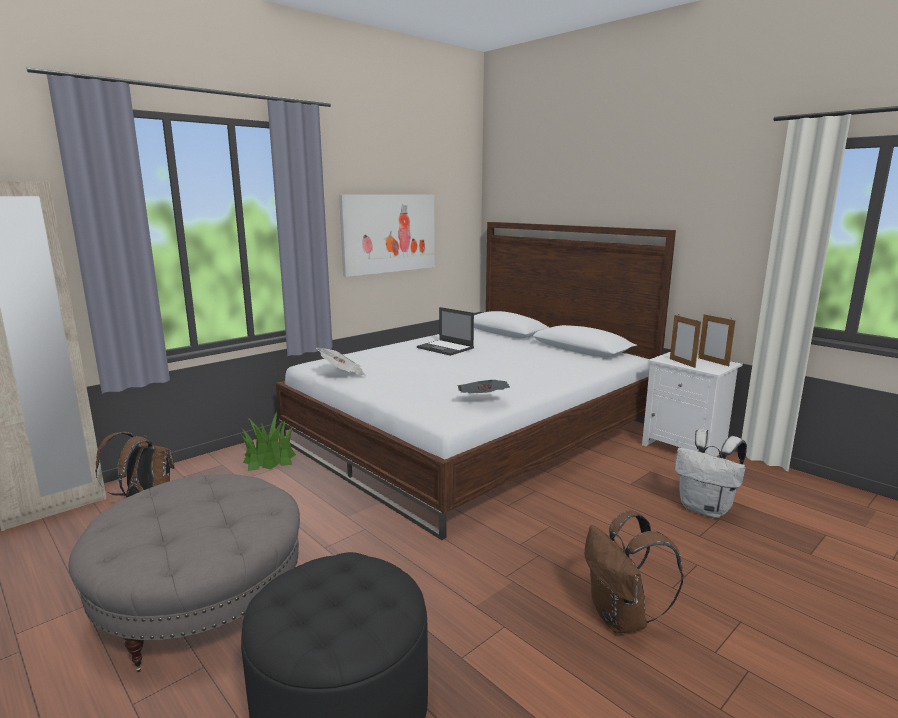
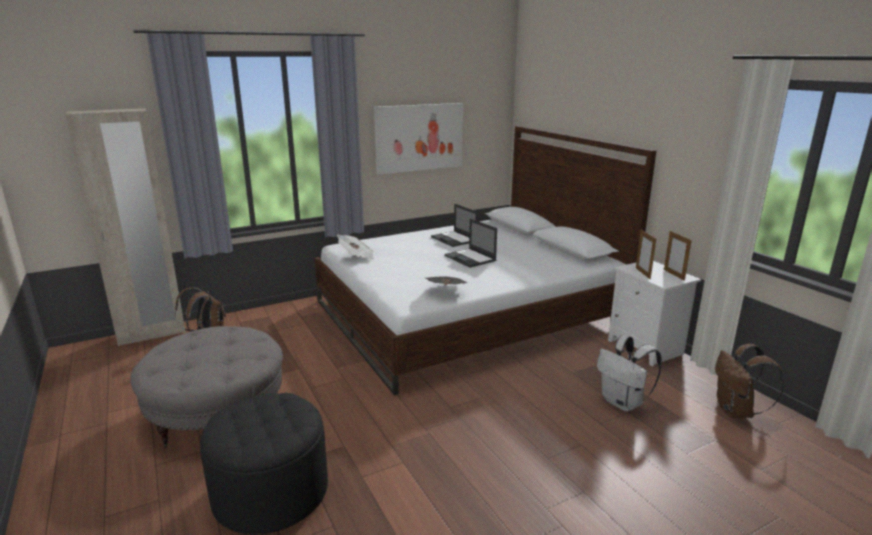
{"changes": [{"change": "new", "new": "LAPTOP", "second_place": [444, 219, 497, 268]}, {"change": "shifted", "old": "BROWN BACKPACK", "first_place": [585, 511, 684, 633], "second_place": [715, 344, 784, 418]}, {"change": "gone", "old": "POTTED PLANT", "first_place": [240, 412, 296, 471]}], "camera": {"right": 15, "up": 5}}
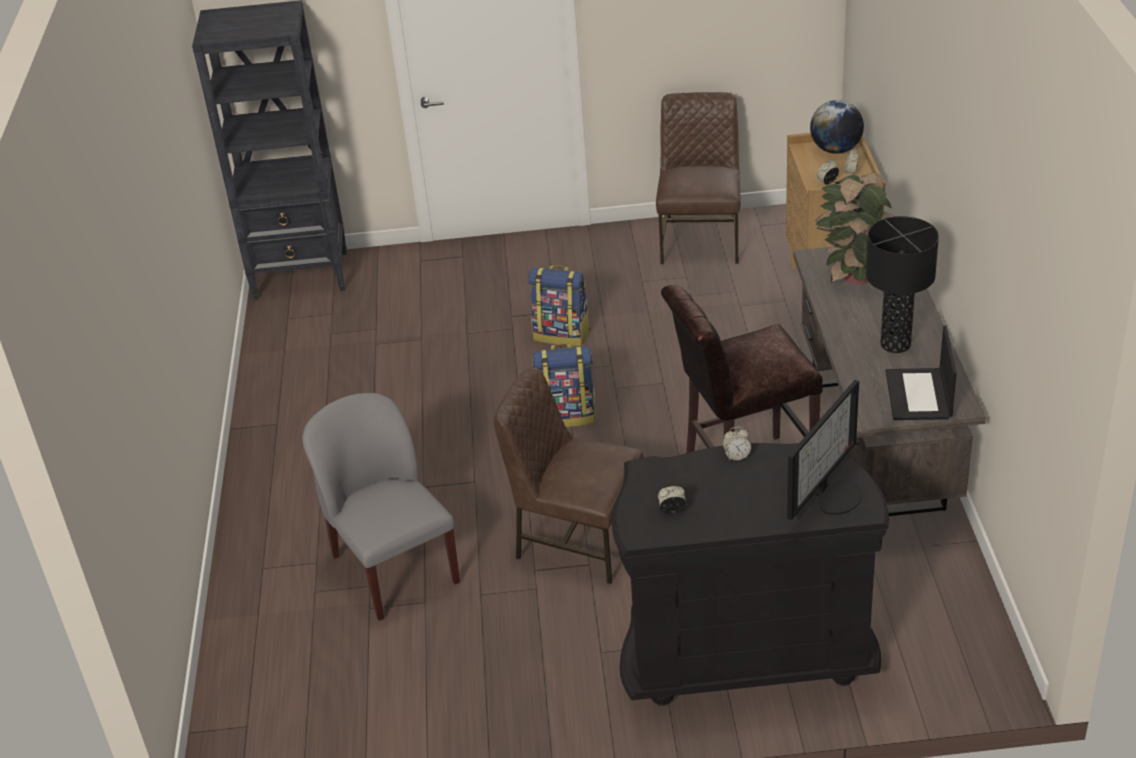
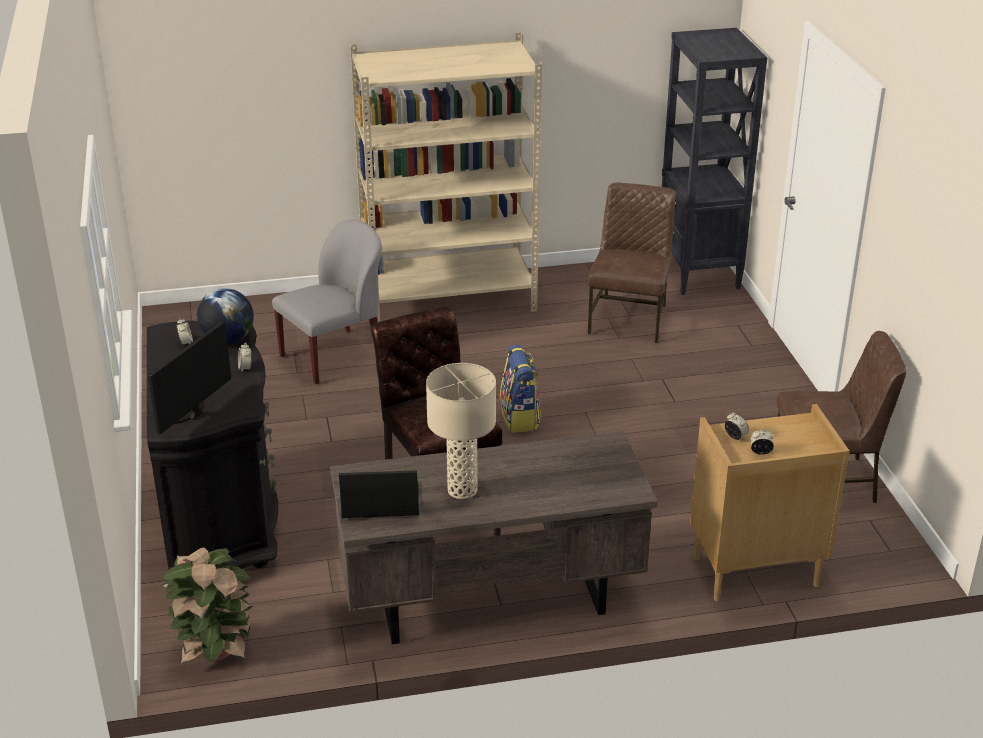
{"changes": [{"change": "rotated", "old": "MONITOR", "first_place": [787, 380, 862, 520], "second_place": [148, 321, 231, 435], "degrees": 90}, {"change": "shifted", "old": "POTTED PLANT", "first_place": [815, 172, 895, 285], "second_place": [161, 547, 253, 664]}, {"change": "shifted", "old": "GLOBE", "first_place": [810, 100, 864, 154], "second_place": [197, 288, 254, 344]}, {"change": "new", "new": "BEIGE BOOKCASE", "second_place": [350, 32, 542, 322]}, {"change": "repainted", "old": "BLACK TABLE LAMP", "new": "BEIGE TABLE LAMP", "first_place": [866, 216, 939, 353], "second_place": [426, 363, 496, 499]}, {"change": "shifted", "old": "BROWN CHAIR", "first_place": [494, 367, 644, 584], "second_place": [588, 182, 675, 343]}, {"change": "gone", "old": "BACKPACK", "first_place": [528, 265, 590, 346]}], "camera": {"right": 80, "up": -5}}
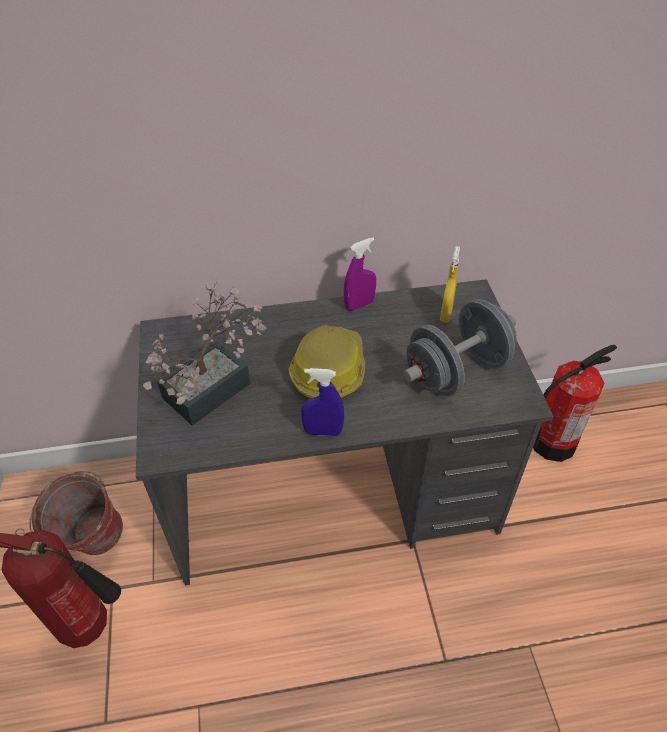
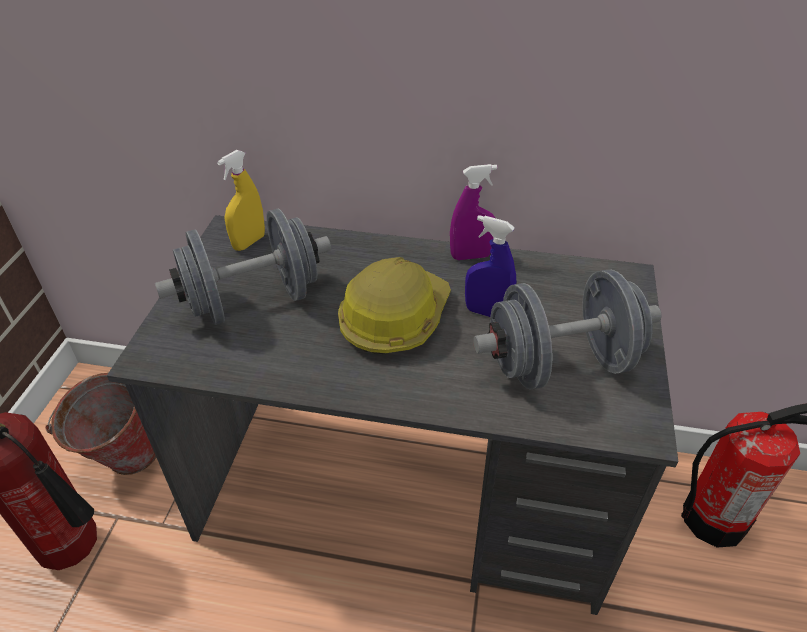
{"changes": [{"change": "swapped", "old": "POTTED PLANT", "new": "GREY DUMBBELL", "first_place": [143, 279, 267, 426], "second_place": [155, 209, 331, 325]}, {"change": "shifted", "old": "YELLOW SPRAY BOTTLE", "first_place": [440, 246, 460, 323], "second_place": [217, 150, 265, 251]}, {"change": "shifted", "old": "BLUE SPRAY BOTTLE", "first_place": [301, 368, 344, 436], "second_place": [465, 215, 516, 317]}], "camera": {"right": 20, "up": -5}}
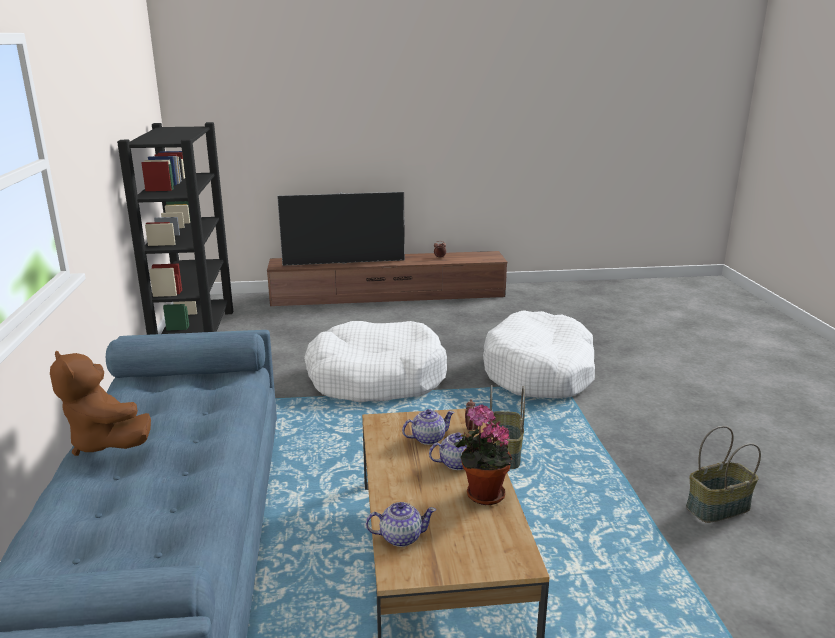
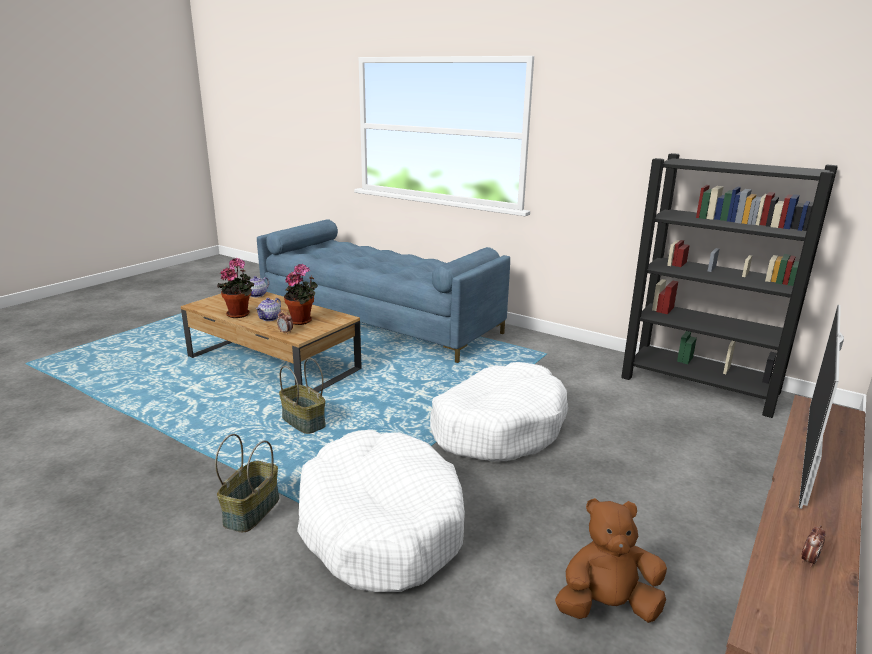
{"changes": [{"change": "shifted", "old": "BASKET", "first_place": [686, 426, 761, 523], "second_place": [215, 434, 279, 532]}, {"change": "swapped", "old": "TEAPOT", "new": "POTTED PLANT", "first_place": [402, 409, 455, 445], "second_place": [284, 264, 318, 325]}, {"change": "shifted", "old": "BROWN PLUSH TOY", "first_place": [50, 350, 151, 456], "second_place": [555, 498, 667, 623]}], "camera": {"right": 130, "up": 0}}
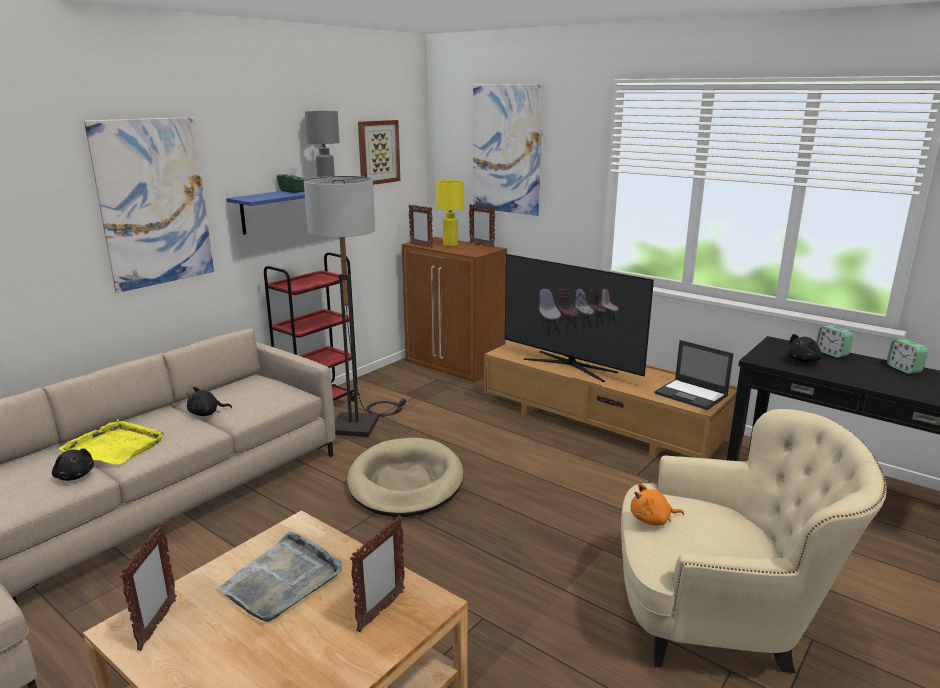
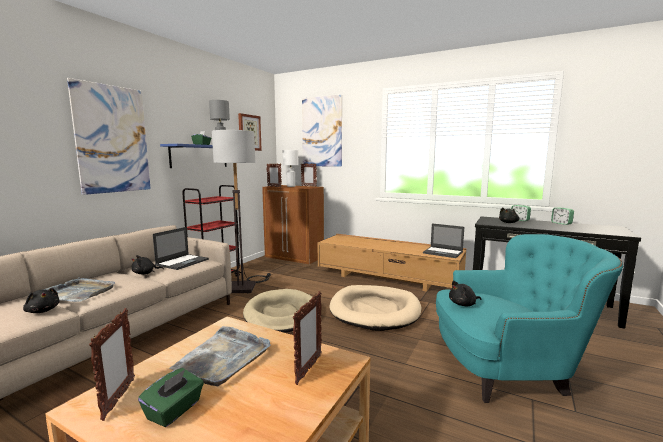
{"changes": [{"change": "repainted", "old": "YELLOW TRAY", "new": "GREY TRAY", "first_place": [59, 420, 164, 465], "second_place": [42, 277, 115, 302]}, {"change": "new", "new": "GREEN TISSUE BOX", "second_place": [138, 368, 204, 427]}, {"change": "new", "new": "LAPTOP", "second_place": [153, 227, 209, 270]}, {"change": "repainted", "old": "YELLOW TABLE LAMP", "new": "WHITE TABLE LAMP", "first_place": [436, 180, 464, 247], "second_place": [283, 150, 298, 187]}, {"change": "new", "new": "BEIGE DOG BED", "second_place": [329, 285, 421, 331]}, {"change": "repainted", "old": "BEIGE ARMCHAIR", "new": "TURQUOISE ARMCHAIR", "first_place": [621, 409, 887, 673], "second_place": [436, 234, 623, 403]}, {"change": "repainted", "old": "ORANGE PLUSH TOY", "new": "BLACK PLUSH TOY", "first_place": [631, 483, 684, 526], "second_place": [449, 281, 481, 306]}, {"change": "gone", "old": "TELEVISION", "first_place": [505, 254, 654, 382]}], "camera": {"right": -10, "up": -10}}
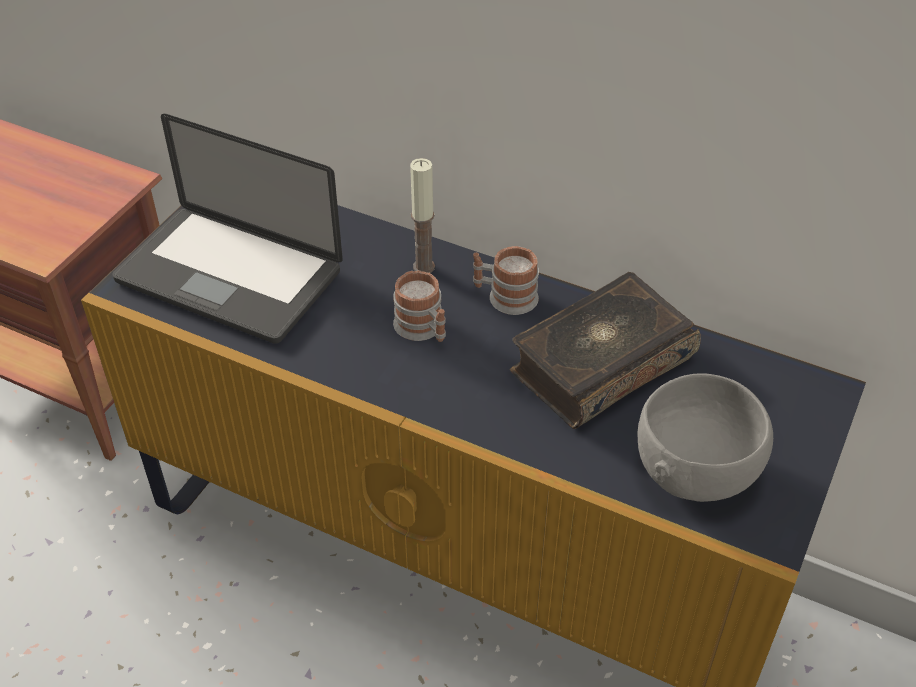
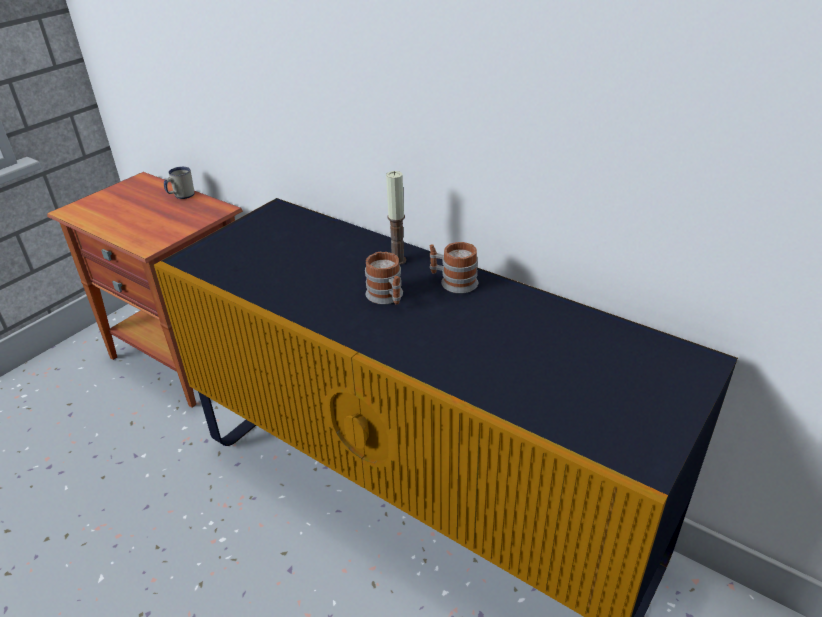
{"changes": [{"change": "new", "new": "WHITE MUG", "second_place": [164, 167, 195, 199]}, {"change": "gone", "old": "LAPTOP", "first_place": [112, 114, 343, 344]}, {"change": "gone", "old": "BOOK", "first_place": [510, 272, 701, 429]}, {"change": "gone", "old": "GREY BOWL", "first_place": [637, 373, 773, 502]}], "camera": {"right": 10, "up": -10}}
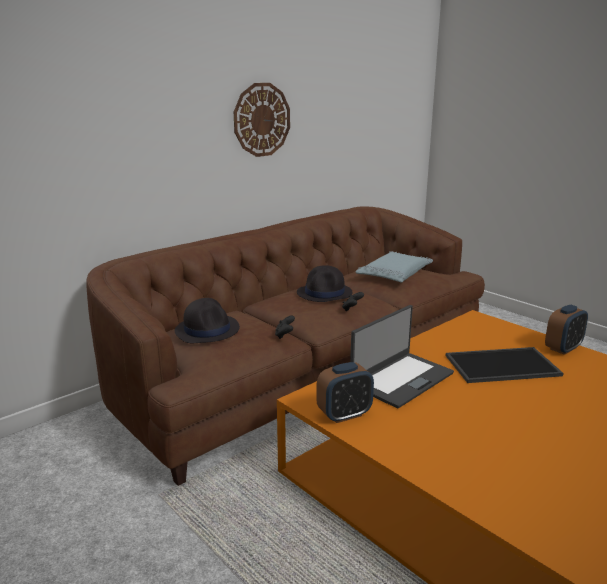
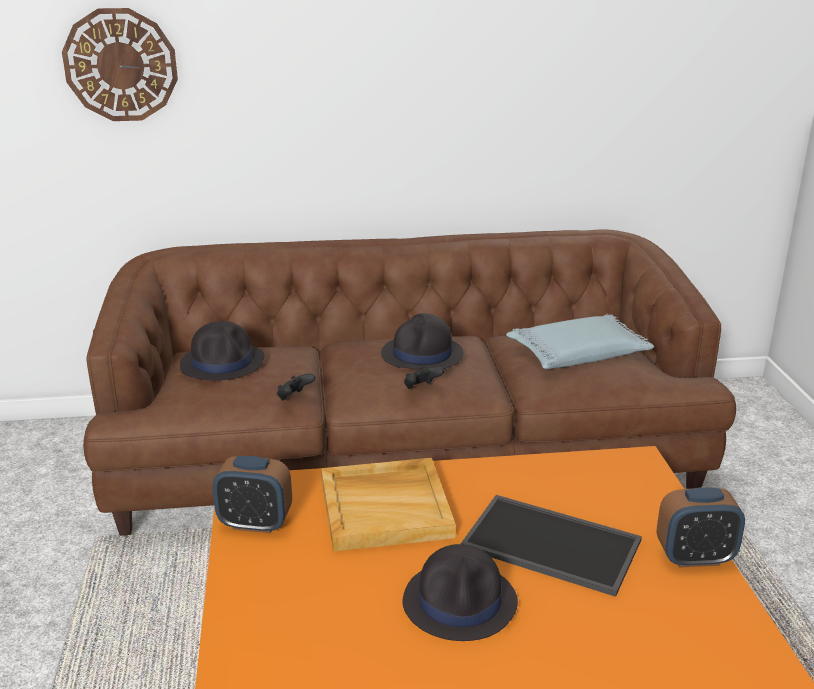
{"changes": [{"change": "shifted", "old": "WALL CLOCK", "first_place": [234, 83, 290, 157], "second_place": [62, 8, 178, 121]}, {"change": "swapped", "old": "LAPTOP", "new": "BEIGE TRAY", "first_place": [350, 305, 454, 408], "second_place": [321, 458, 456, 552]}, {"change": "new", "new": "BLACK HAT", "second_place": [402, 544, 518, 641]}], "camera": {"right": 35, "up": 5}}
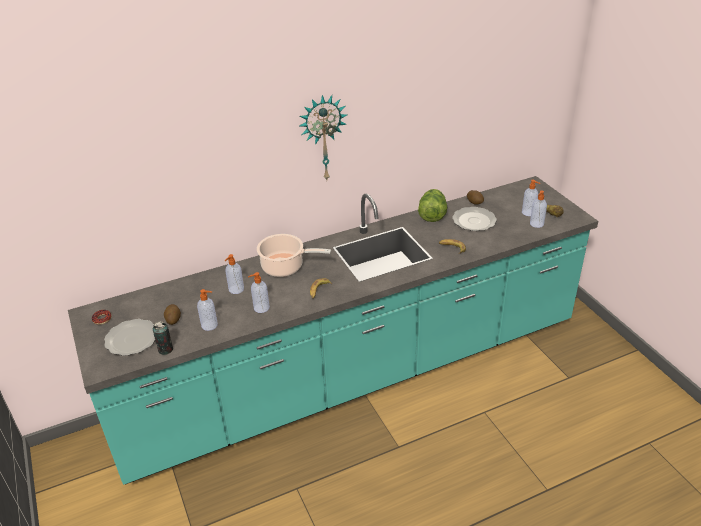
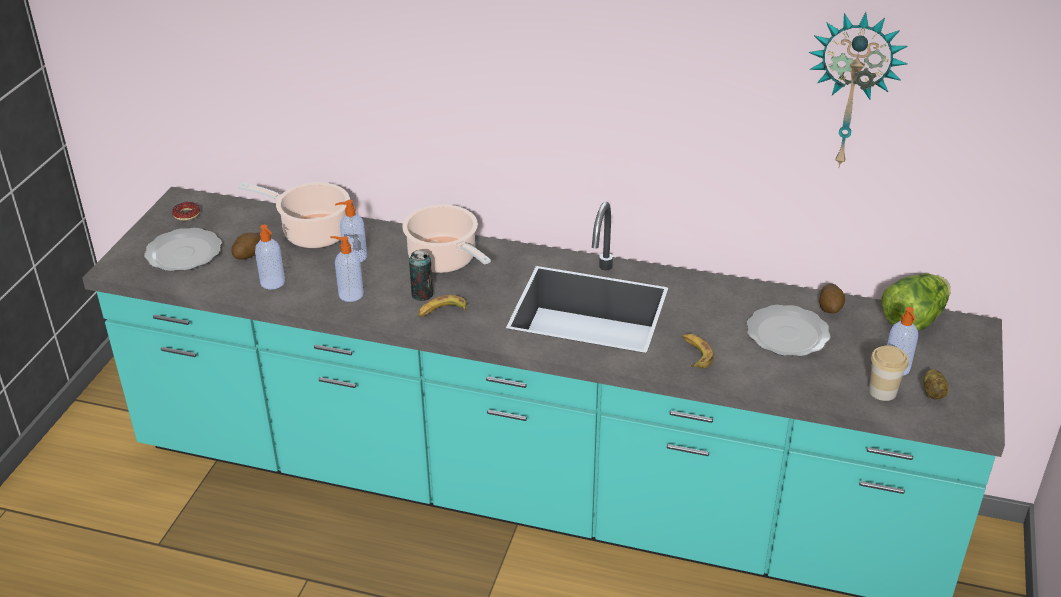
{"changes": [{"change": "new", "new": "COOKING POT", "second_place": [238, 182, 350, 248]}, {"change": "shifted", "old": "CAN", "first_place": [153, 321, 173, 355], "second_place": [409, 250, 433, 301]}, {"change": "shifted", "old": "WALL CLOCK", "first_place": [299, 95, 347, 180], "second_place": [808, 12, 908, 168]}, {"change": "swapped", "old": "SOAP DISPENSER", "new": "CUP", "first_place": [530, 190, 547, 228], "second_place": [869, 345, 909, 401]}, {"change": "shifted", "old": "LETTUCE", "first_place": [418, 189, 447, 222], "second_place": [881, 273, 951, 331]}], "camera": {"right": 40, "up": 0}}
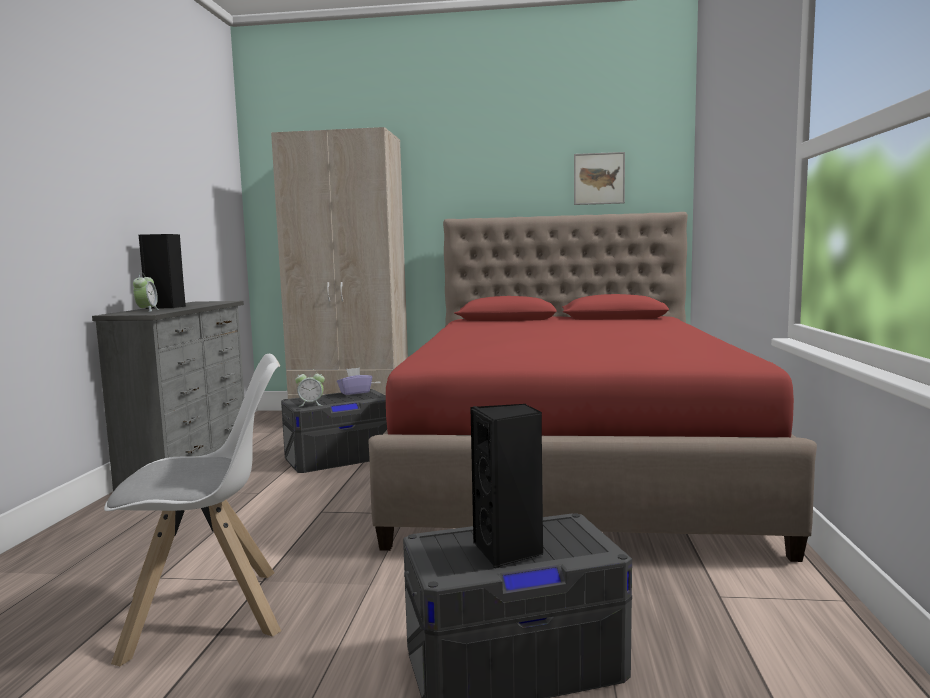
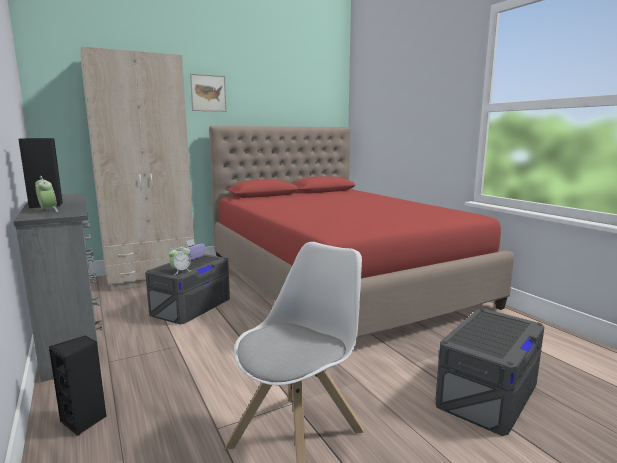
{"changes": [{"change": "shifted", "old": "BLACK SPEAKER", "first_place": [470, 404, 544, 568], "second_place": [49, 335, 106, 436]}, {"change": "shifted", "old": "PICTURE", "first_place": [574, 152, 625, 205], "second_place": [190, 74, 227, 112]}], "camera": {"right": -35, "up": 5}}
